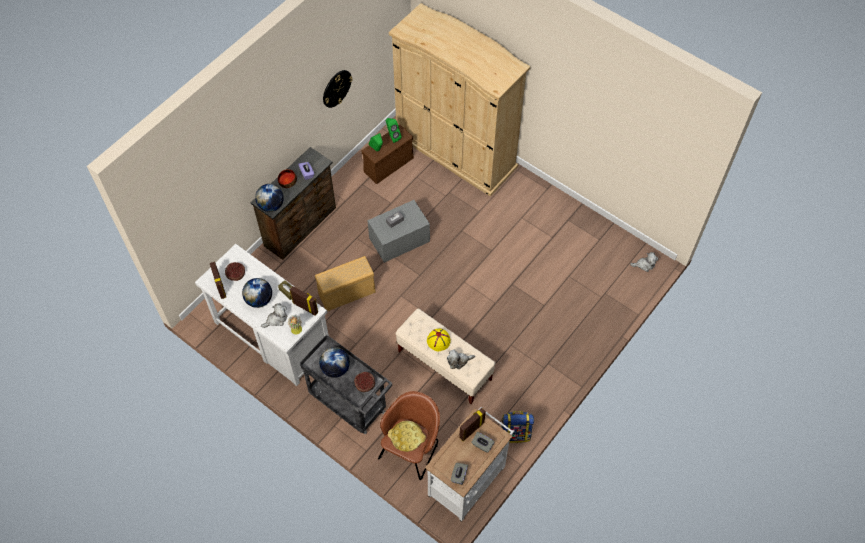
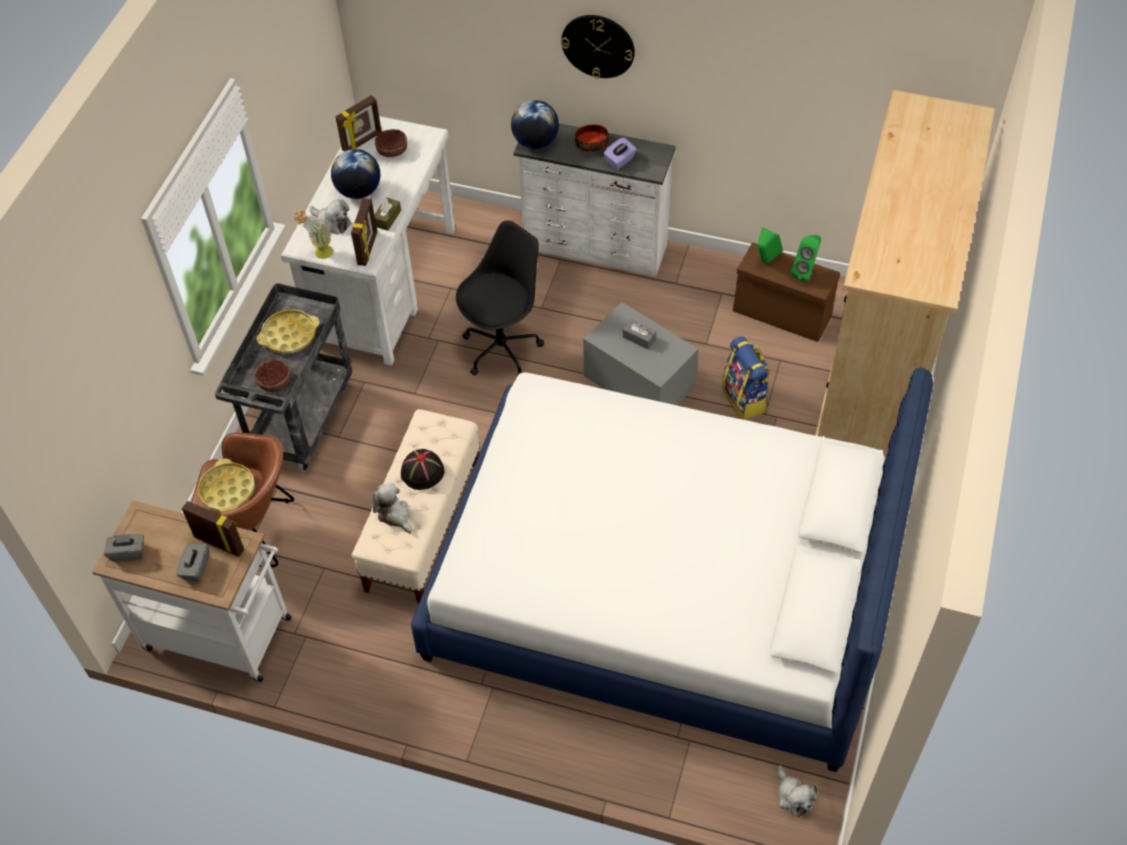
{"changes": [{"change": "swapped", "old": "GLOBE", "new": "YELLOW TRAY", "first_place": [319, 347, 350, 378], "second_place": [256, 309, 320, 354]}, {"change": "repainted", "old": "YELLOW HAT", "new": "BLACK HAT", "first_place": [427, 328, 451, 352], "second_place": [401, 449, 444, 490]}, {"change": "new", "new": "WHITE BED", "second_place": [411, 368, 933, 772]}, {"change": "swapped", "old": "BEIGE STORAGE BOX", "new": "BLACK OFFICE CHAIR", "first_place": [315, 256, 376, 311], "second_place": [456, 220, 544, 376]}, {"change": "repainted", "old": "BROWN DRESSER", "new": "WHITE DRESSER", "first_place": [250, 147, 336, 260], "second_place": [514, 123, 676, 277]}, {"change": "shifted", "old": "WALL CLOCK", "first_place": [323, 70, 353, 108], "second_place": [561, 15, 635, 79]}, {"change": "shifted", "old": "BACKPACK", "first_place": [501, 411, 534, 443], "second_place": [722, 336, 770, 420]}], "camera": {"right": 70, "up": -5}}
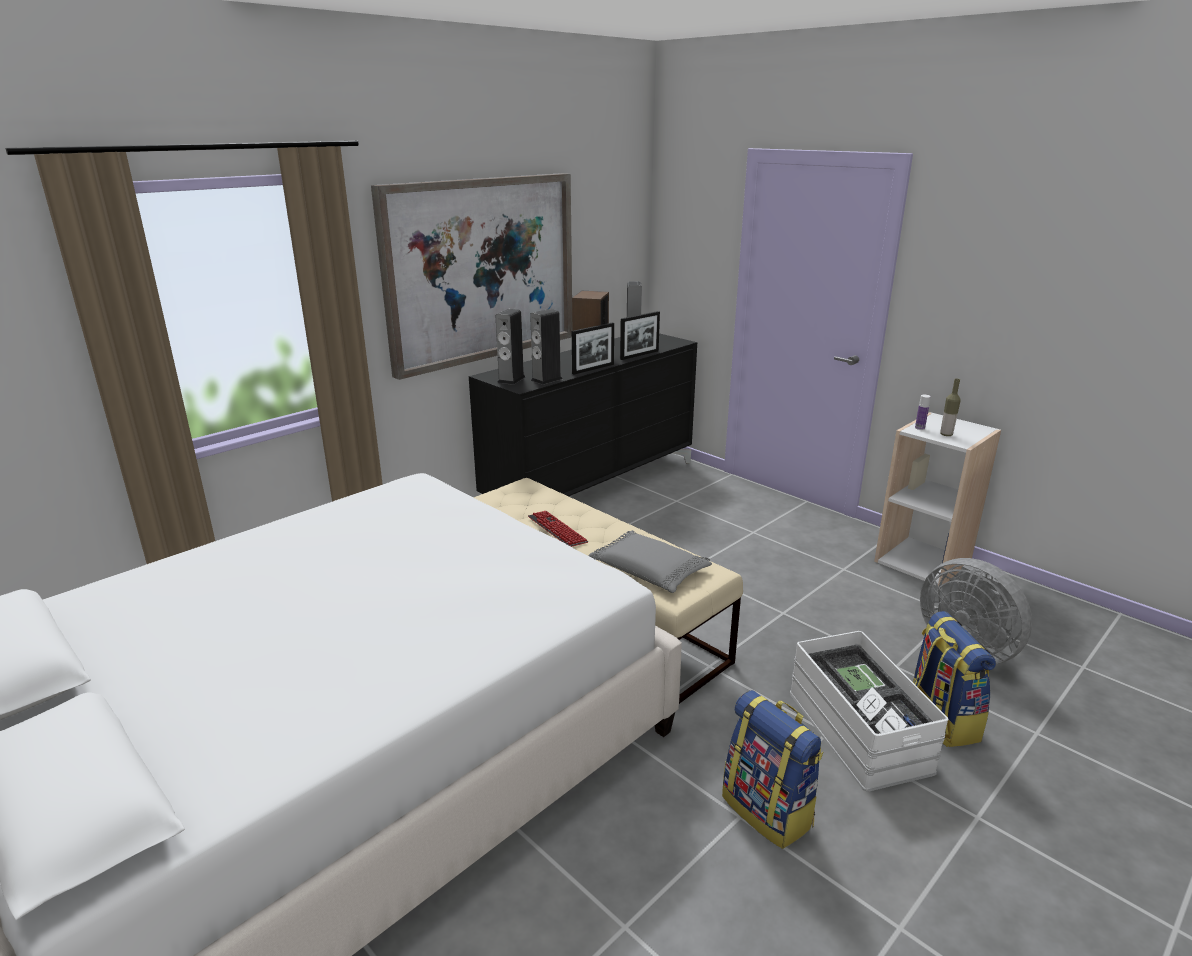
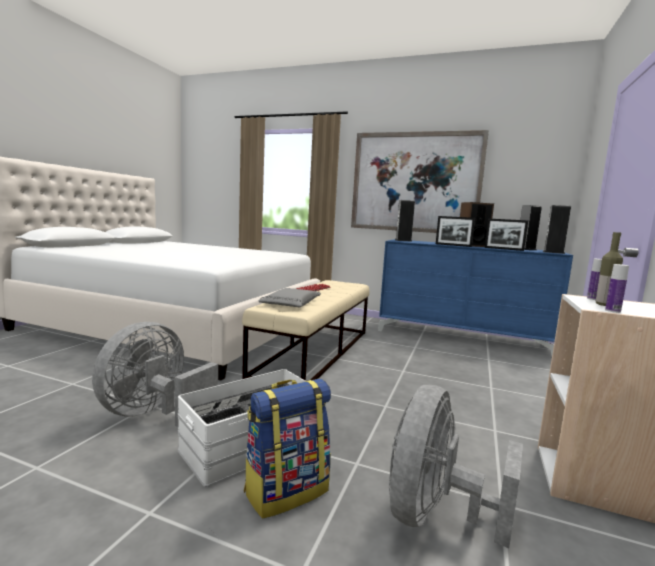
{"changes": [{"change": "swapped", "old": "BACKPACK", "new": "GREY FAN", "first_place": [722, 690, 823, 849], "second_place": [92, 322, 218, 427]}, {"change": "repainted", "old": "BLACK DRESSER", "new": "BLUE DRESSER", "first_place": [469, 333, 697, 496], "second_place": [378, 239, 573, 356]}, {"change": "shifted", "old": "SPEAKER", "first_place": [530, 309, 562, 385], "second_place": [543, 205, 571, 254]}, {"change": "new", "new": "BOTTLE", "second_place": [605, 264, 629, 313]}], "camera": {"right": 65, "up": -15}}
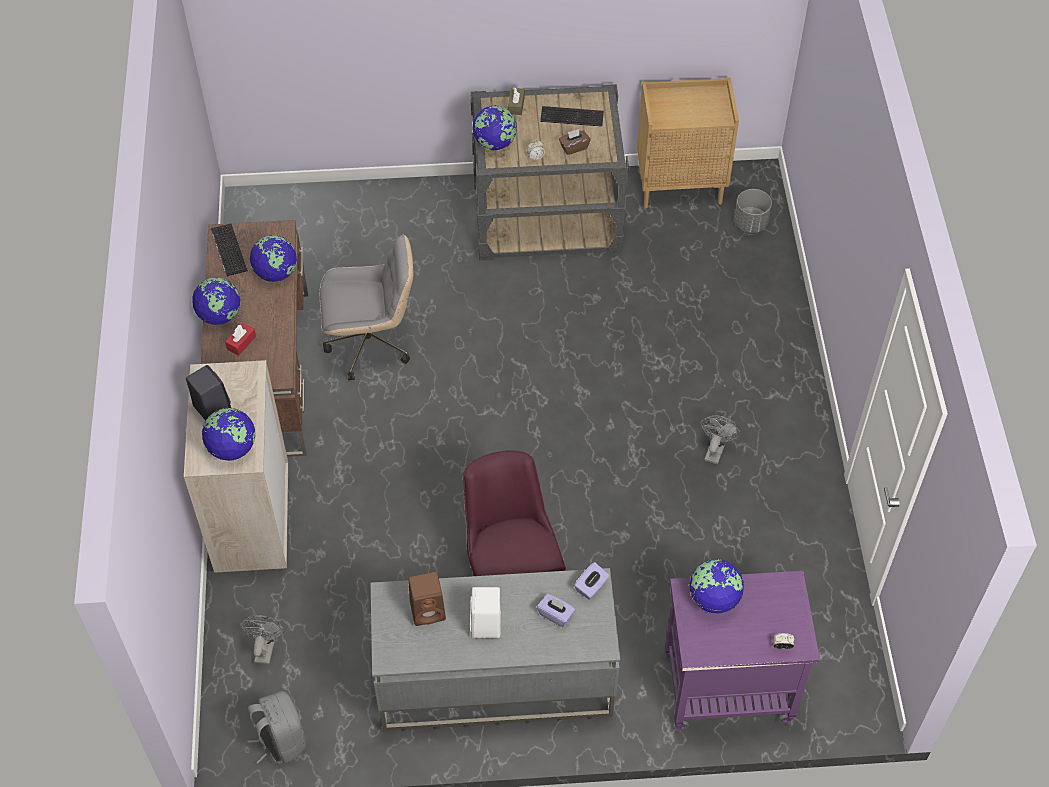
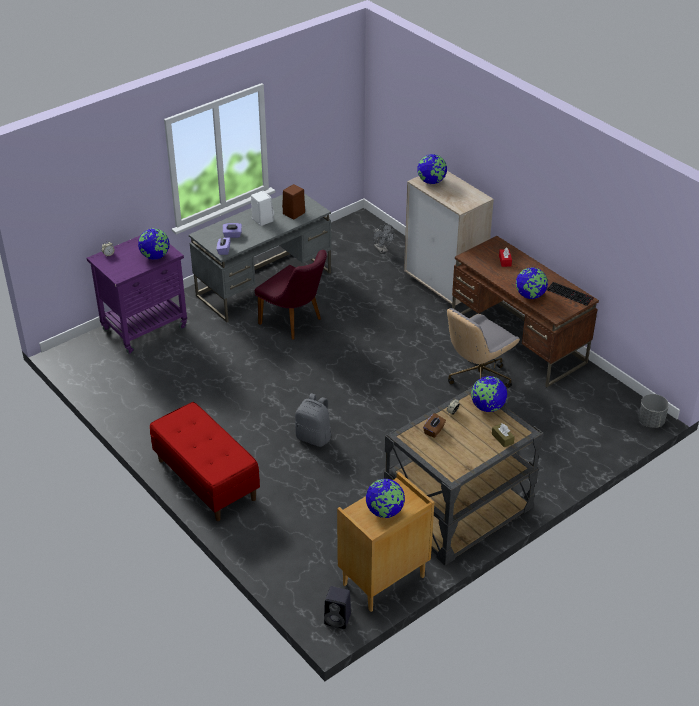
{"changes": [{"change": "new", "new": "RED BENCH", "second_place": [150, 402, 260, 521]}, {"change": "shifted", "old": "GREY BACKPACK", "first_place": [247, 691, 306, 764], "second_place": [295, 393, 331, 447]}, {"change": "shifted", "old": "BLACK SPEAKER", "first_place": [186, 365, 231, 421], "second_place": [324, 586, 351, 629]}, {"change": "shifted", "old": "GLOBE", "first_place": [192, 277, 240, 325], "second_place": [366, 479, 405, 518]}, {"change": "shifted", "old": "GREY PLANTER", "first_place": [734, 189, 772, 233], "second_place": [638, 394, 669, 428]}, {"change": "gone", "old": "KEYBOARD", "first_place": [540, 106, 604, 127]}, {"change": "gone", "old": "GREY FAN", "first_place": [700, 415, 740, 465]}], "camera": {"right": 145, "up": -15}}
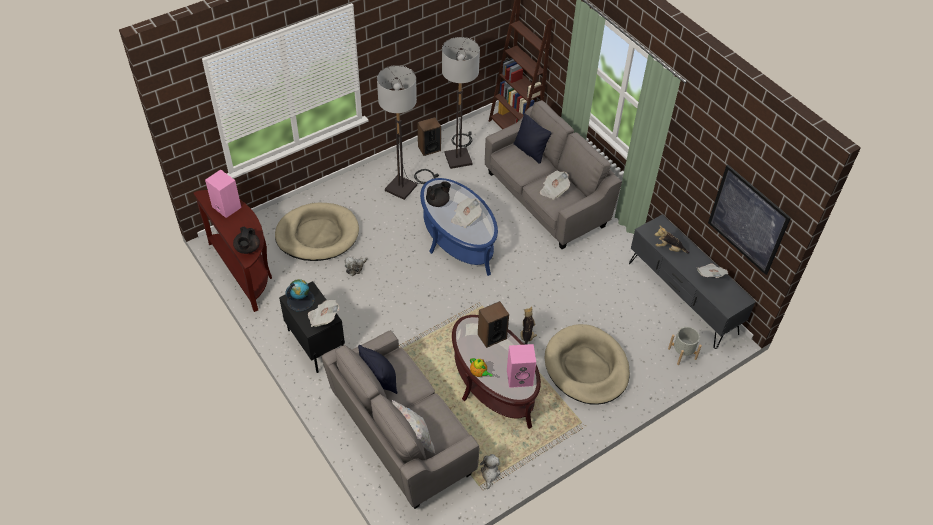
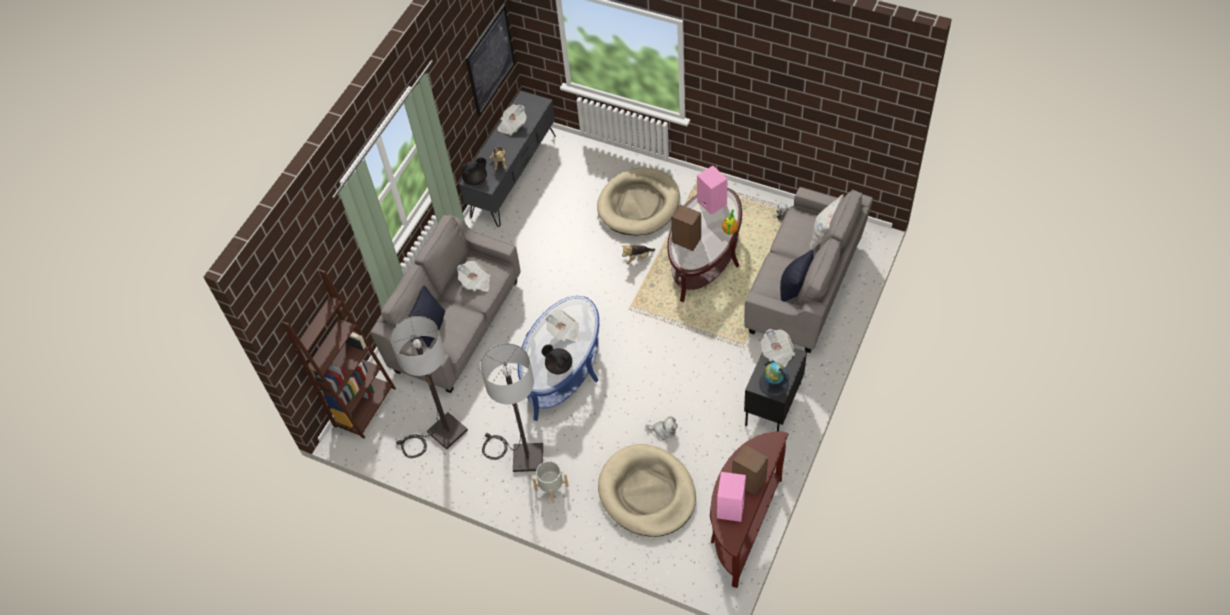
{"changes": [{"change": "shifted", "old": "BLACK TEAPOT", "first_place": [233, 227, 260, 254], "second_place": [462, 157, 487, 185]}, {"change": "shifted", "old": "GREY PLANTER", "first_place": [668, 327, 702, 365], "second_place": [532, 461, 569, 503]}, {"change": "shifted", "old": "SPEAKER", "first_place": [417, 117, 441, 156], "second_place": [732, 444, 768, 496]}], "camera": {"right": -115, "up": 5}}
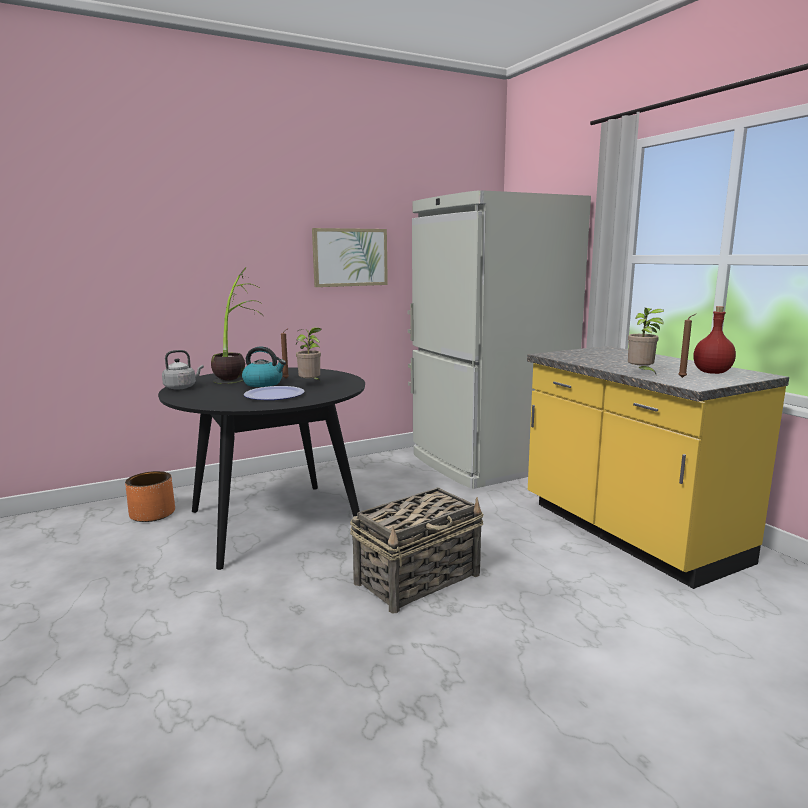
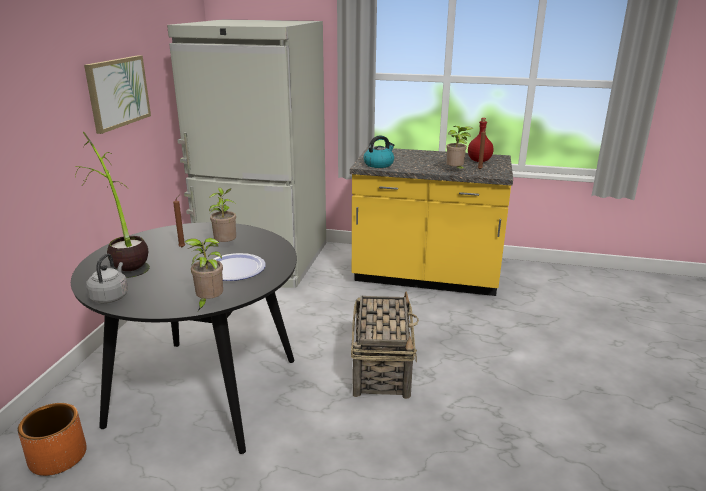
{"changes": [{"change": "new", "new": "POTTED PLANT", "second_place": [184, 238, 223, 311]}, {"change": "shifted", "old": "KETTLE", "first_place": [242, 346, 286, 387], "second_place": [364, 135, 395, 168]}], "camera": {"right": -50, "up": 10}}
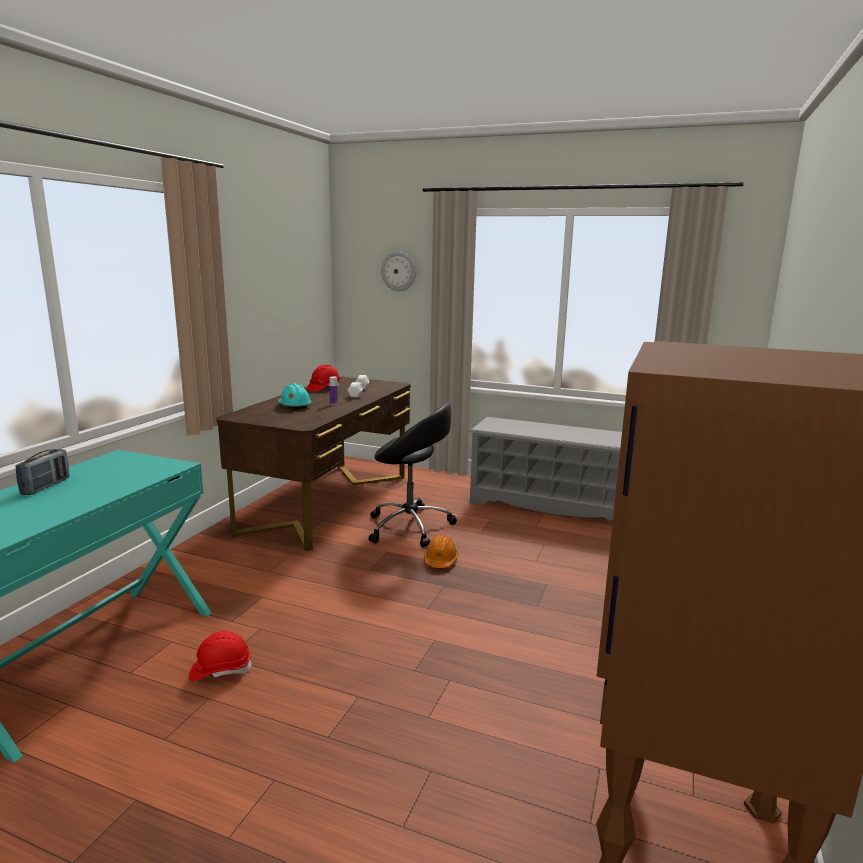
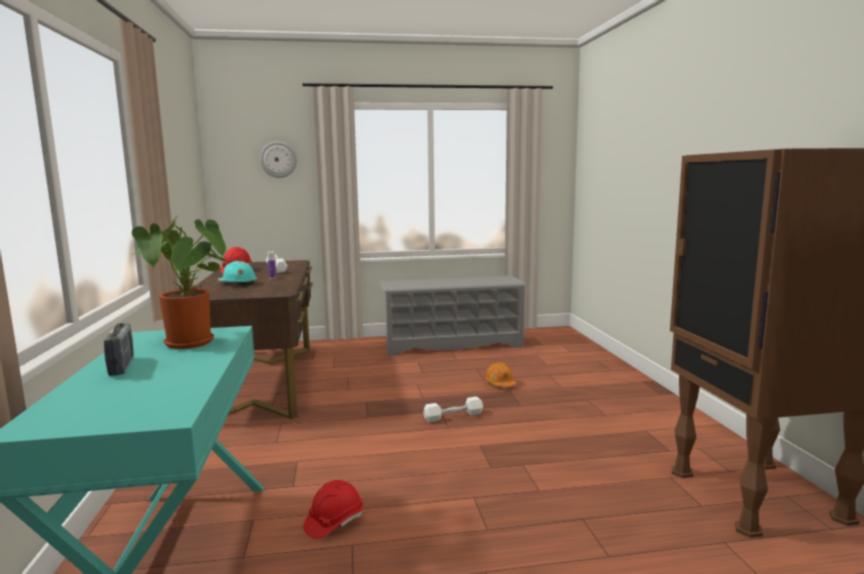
{"changes": [{"change": "new", "new": "POTTED PLANT", "second_place": [132, 216, 227, 349]}, {"change": "new", "new": "WHITE DUMBBELL", "second_place": [424, 397, 483, 423]}, {"change": "shifted", "old": "ORANGE HARD HAT", "first_place": [424, 535, 458, 568], "second_place": [484, 362, 516, 387]}, {"change": "gone", "old": "BLACK OFFICE CHAIR", "first_place": [368, 402, 457, 548]}], "camera": {"right": -30, "up": -5}}
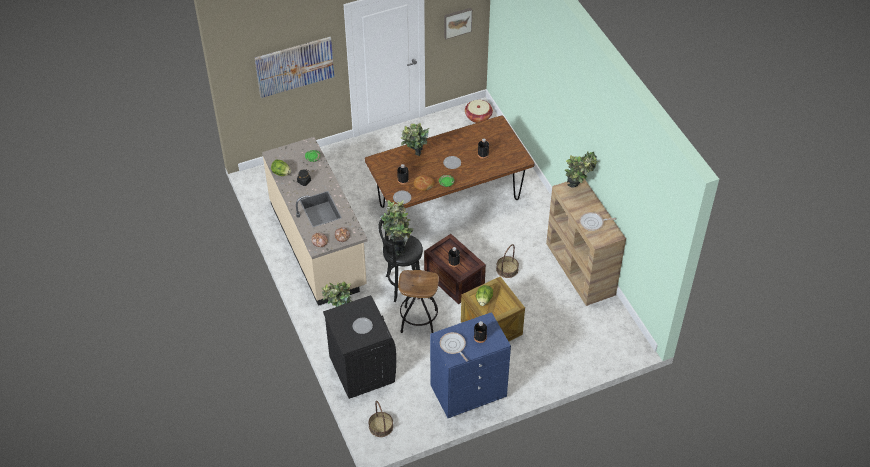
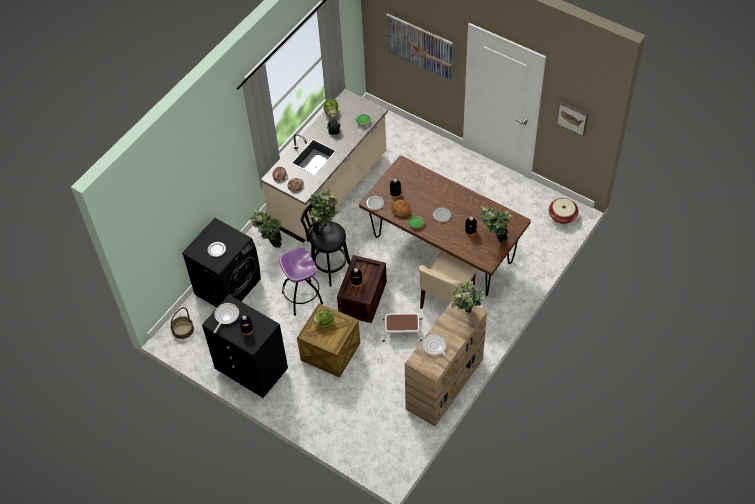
{"changes": [{"change": "repainted", "old": "BLUE CABINET", "new": "BLACK CABINET", "first_place": [430, 312, 511, 418], "second_place": [202, 295, 288, 398]}, {"change": "repainted", "old": "BROWN STOOL", "new": "PURPLE STOOL", "first_place": [398, 270, 439, 333], "second_place": [279, 247, 323, 316]}, {"change": "swapped", "old": "BASKET", "new": "BROWN STEP LADDER", "first_place": [496, 244, 519, 278], "second_place": [382, 313, 422, 342]}, {"change": "new", "new": "BEIGE CHAIR", "second_place": [418, 252, 477, 309]}, {"change": "shifted", "old": "POTTED PLANT", "first_place": [401, 123, 430, 156], "second_place": [480, 205, 512, 242]}], "camera": {"right": 60, "up": 5}}
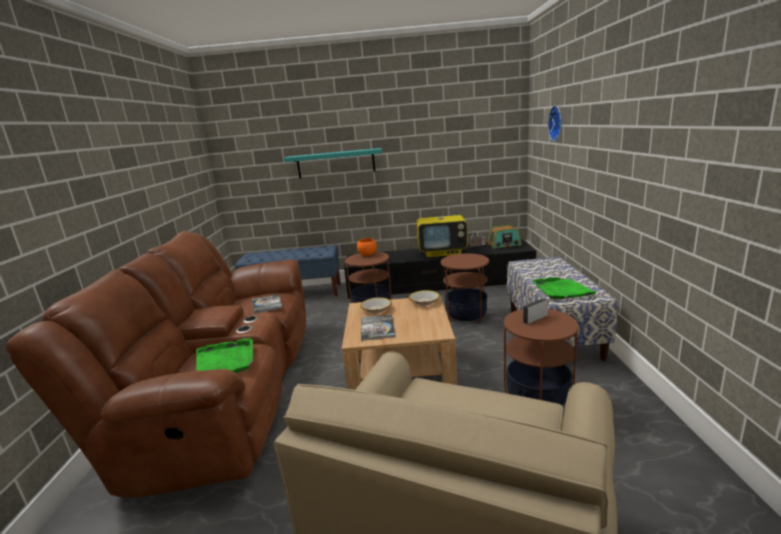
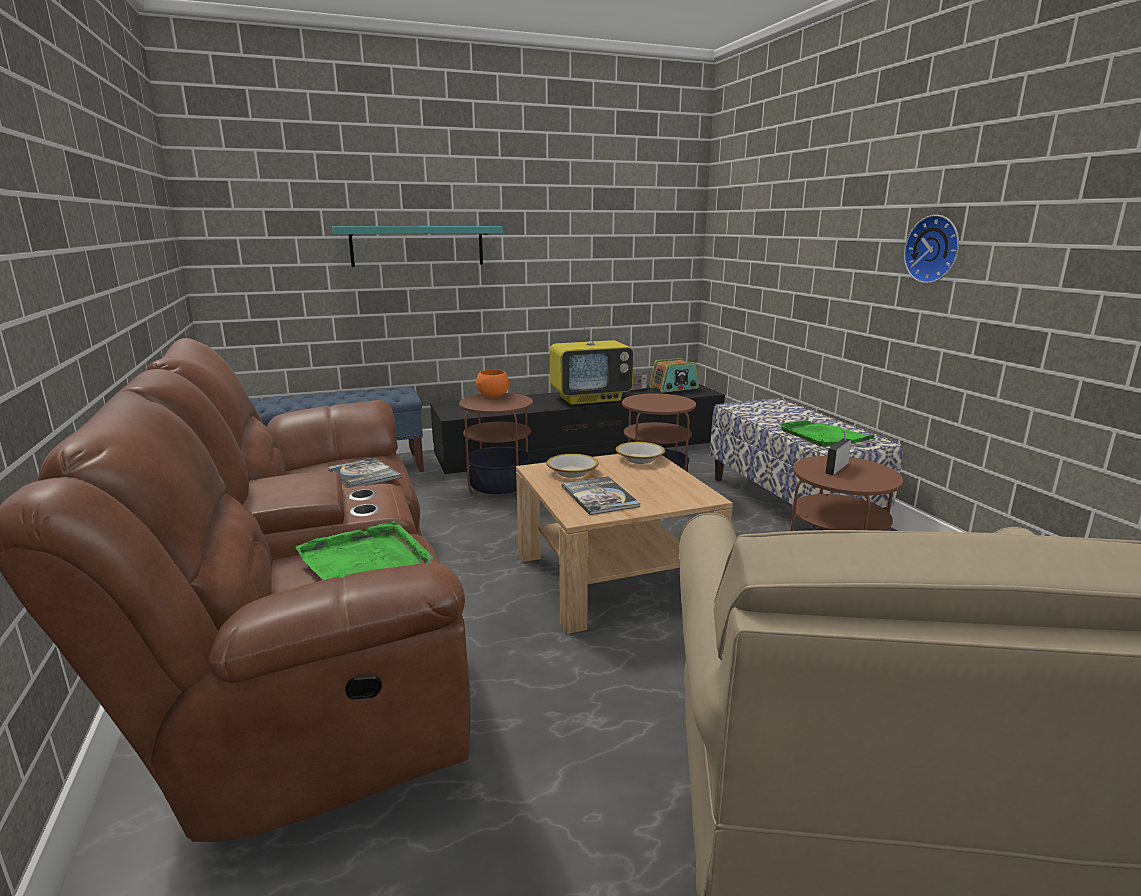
{"changes": [{"change": "shifted", "old": "WALL CLOCK", "first_place": [548, 106, 562, 142], "second_place": [904, 215, 959, 283]}], "camera": {"right": -20, "up": 0}}
